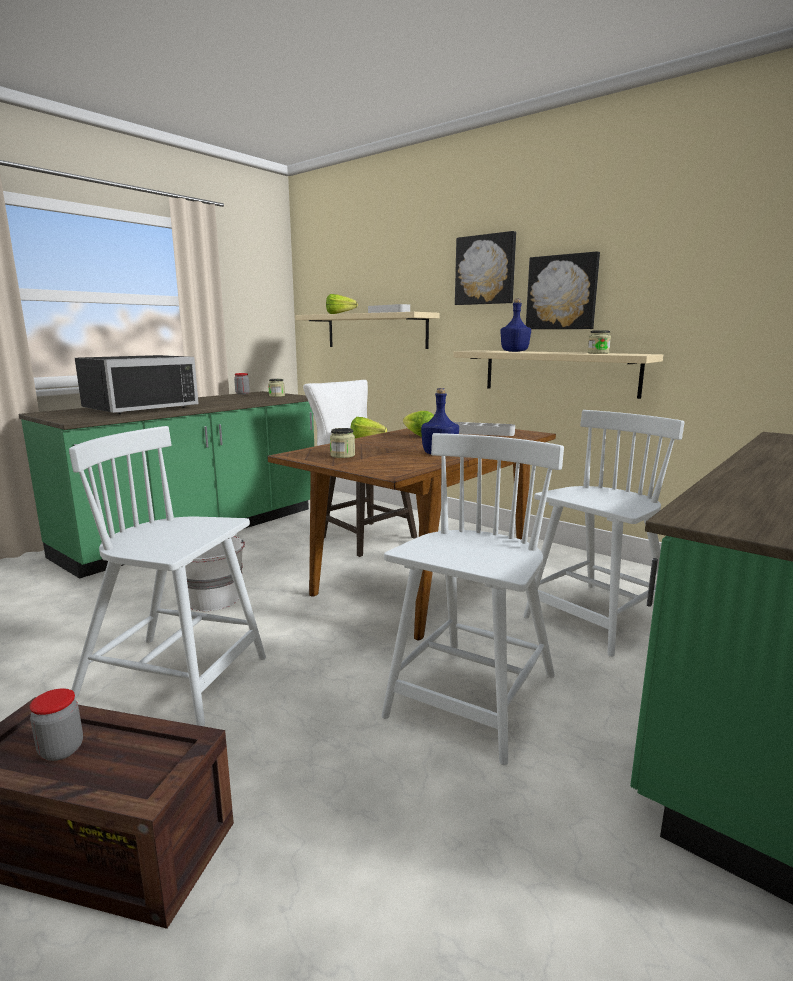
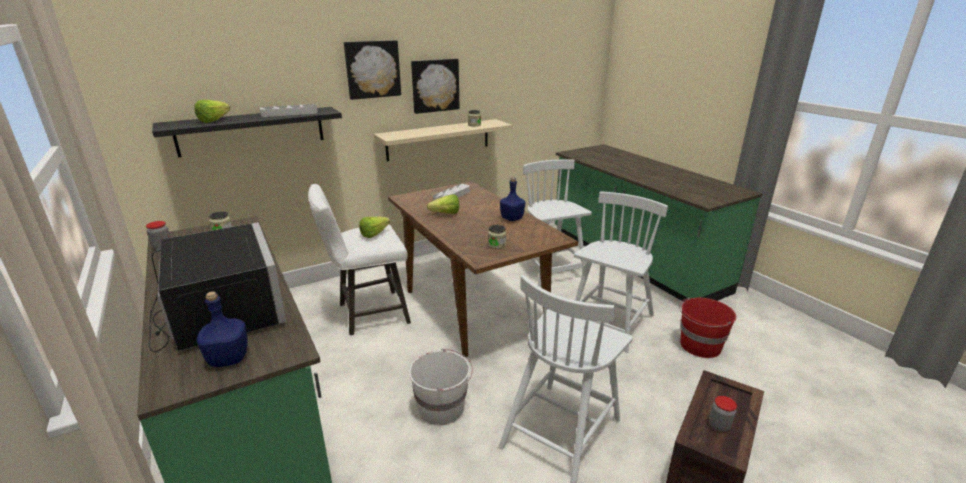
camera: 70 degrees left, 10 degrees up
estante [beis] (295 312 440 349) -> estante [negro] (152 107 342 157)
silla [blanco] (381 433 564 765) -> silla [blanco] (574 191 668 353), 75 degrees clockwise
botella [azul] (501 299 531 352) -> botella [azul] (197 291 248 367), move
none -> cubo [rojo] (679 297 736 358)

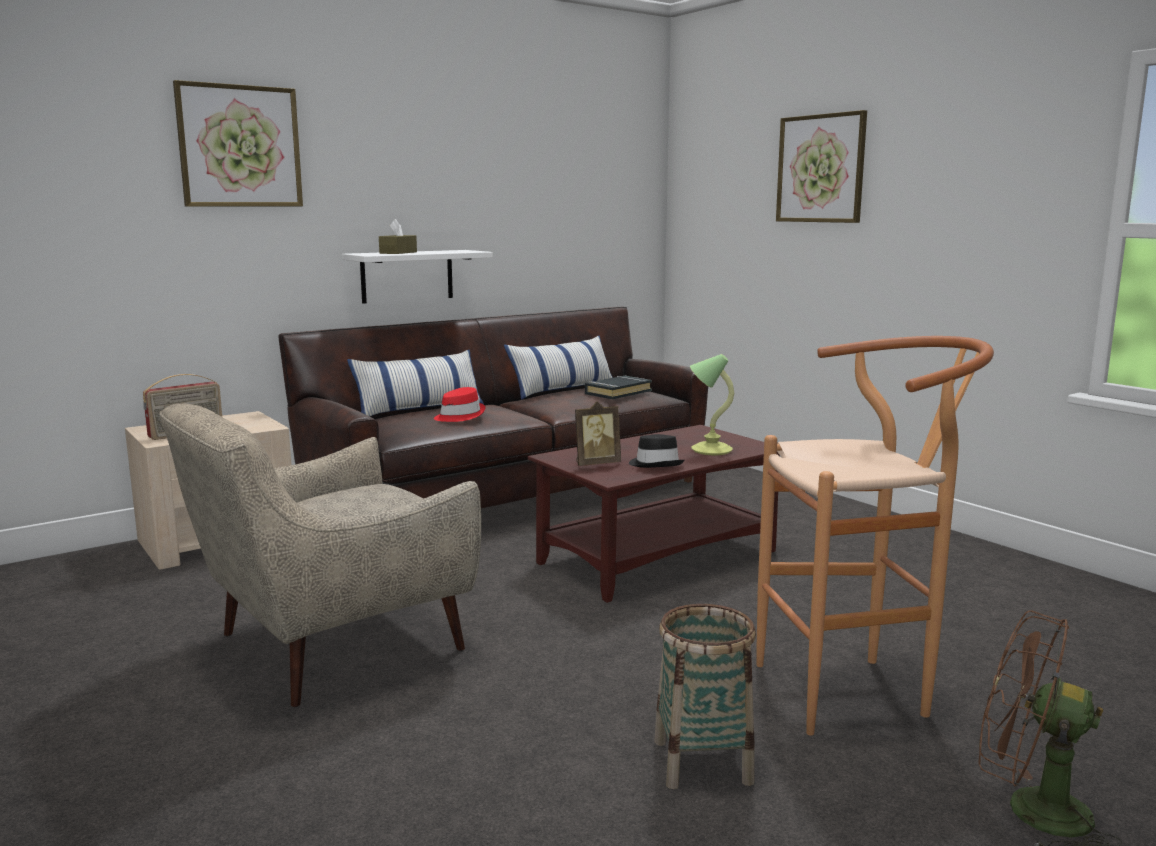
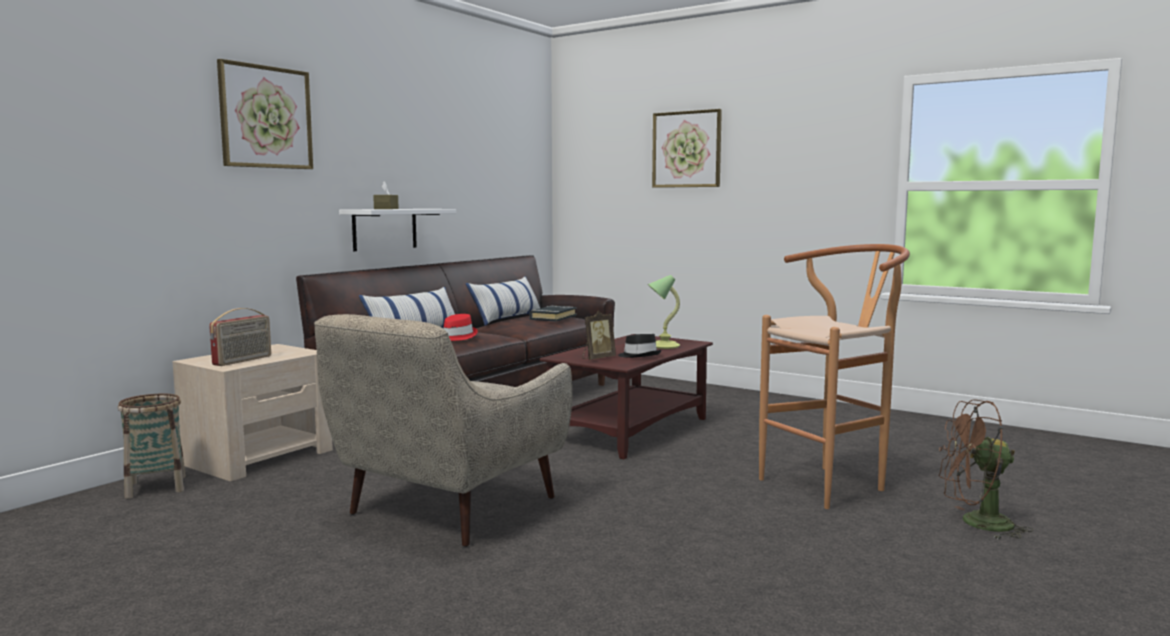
camera: 20 degrees left, 5 degrees down
cesta (654 604 756 789) -> cesta (118 393 186 499), move

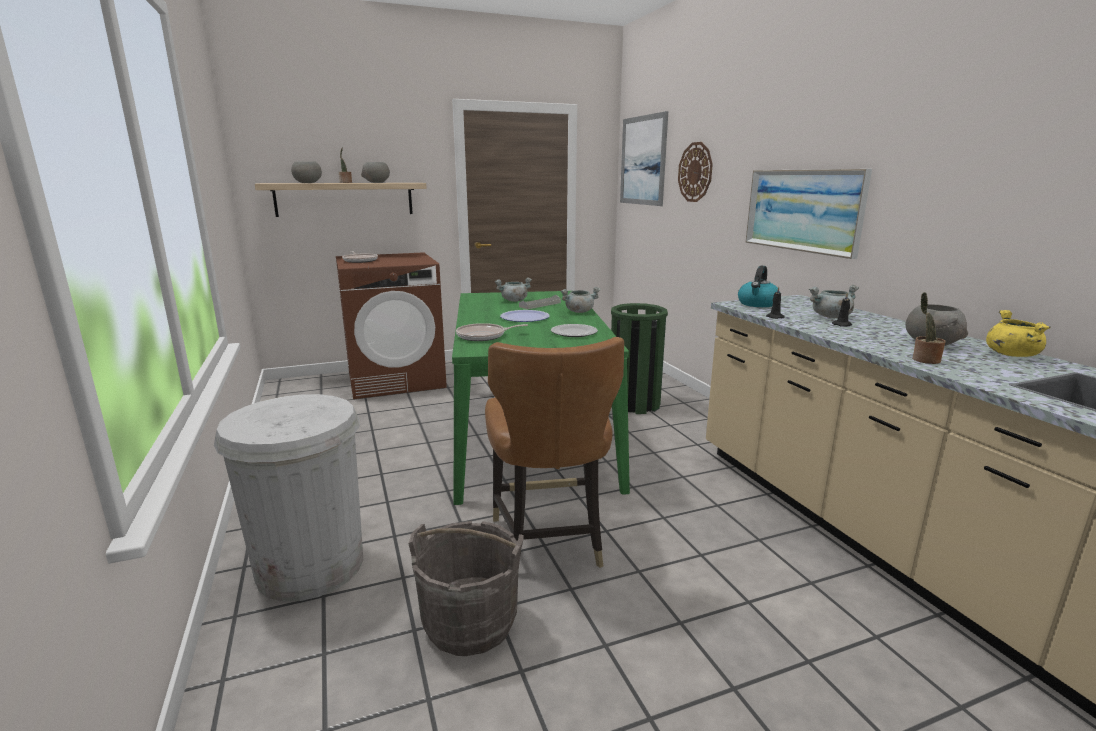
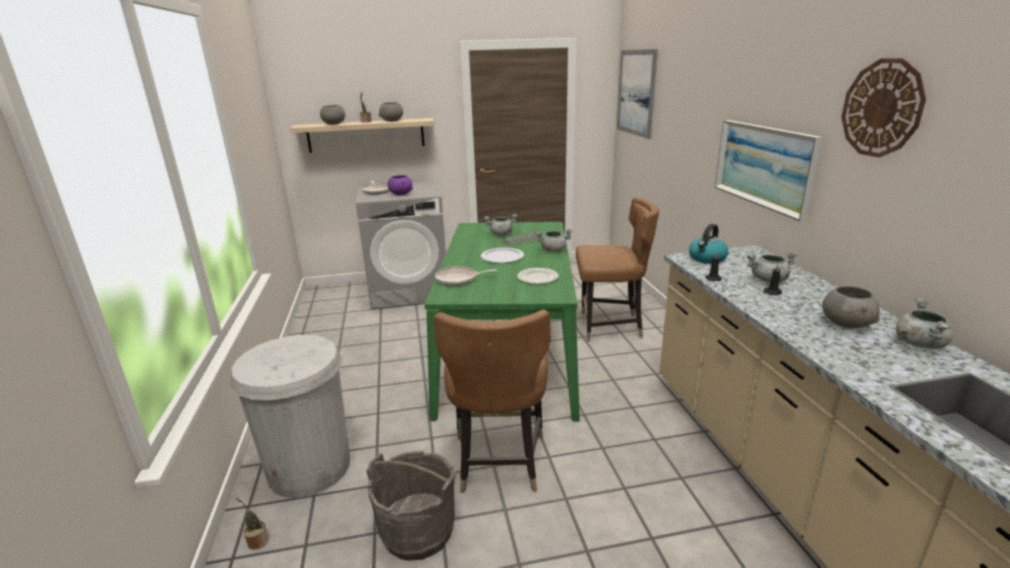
camera: 10 degrees right, 5 degrees up
lavadora [marrón] (336 252 447 399) -> lavadora [gris] (356 179 446 310)
papelera [verde] (611 303 668 414) -> silla [marrón] (576 198 659 342)
reloj de pared (678 142 713 202) -> reloj de pared (841 59 926 158), move
planta en maceta (912 292 945 364) -> planta en maceta (236 498 269 550), move
olla [amarillo] (986 310 1051 357) -> olla [gris] (896 298 953 349)
none -> cuenco [morado] (388 175 413 195)

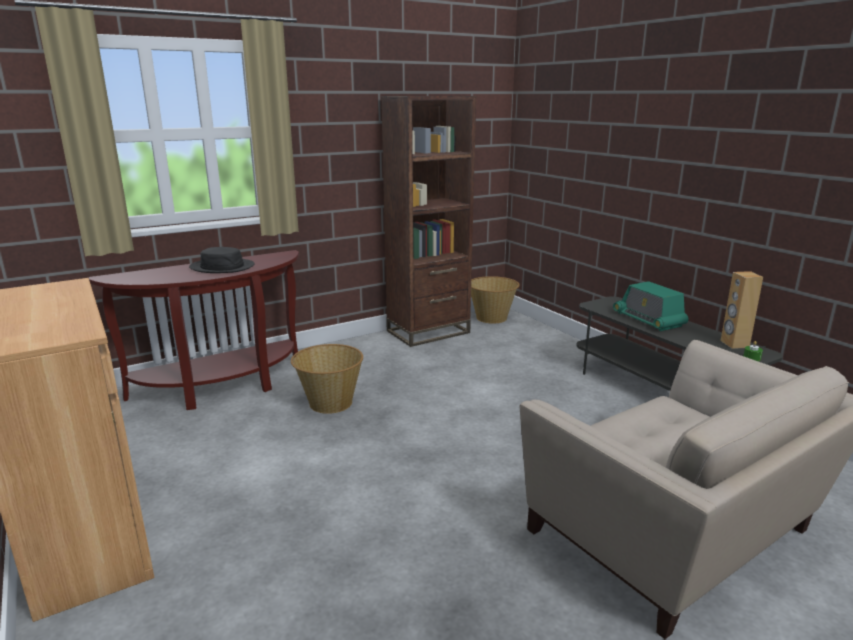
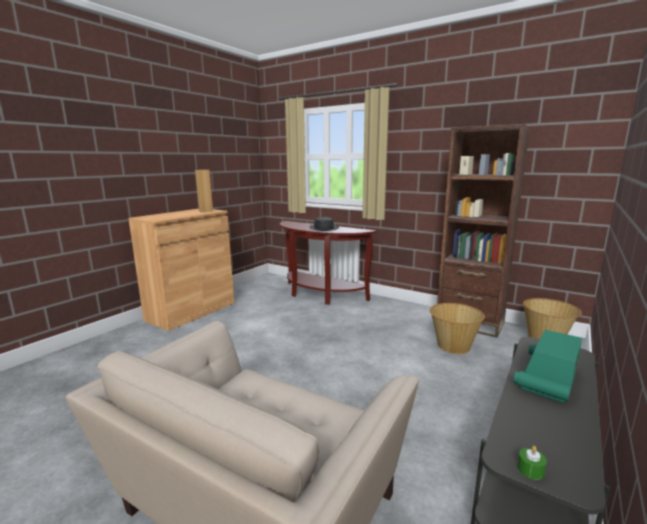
camera: 65 degrees right, 5 degrees down
cesta (291 344 363 414) -> cesta (430 303 485 354), move
altavoz [marrón] (720 271 763 349) -> altavoz [marrón] (195 170 213 212), move

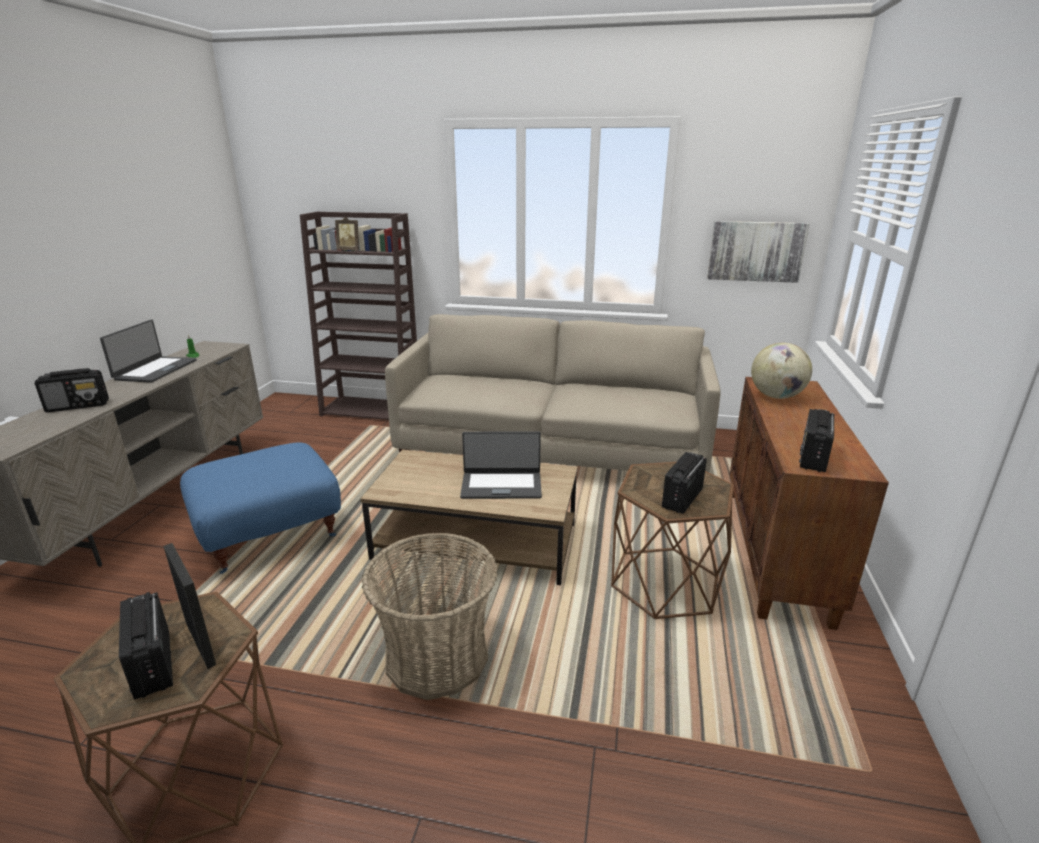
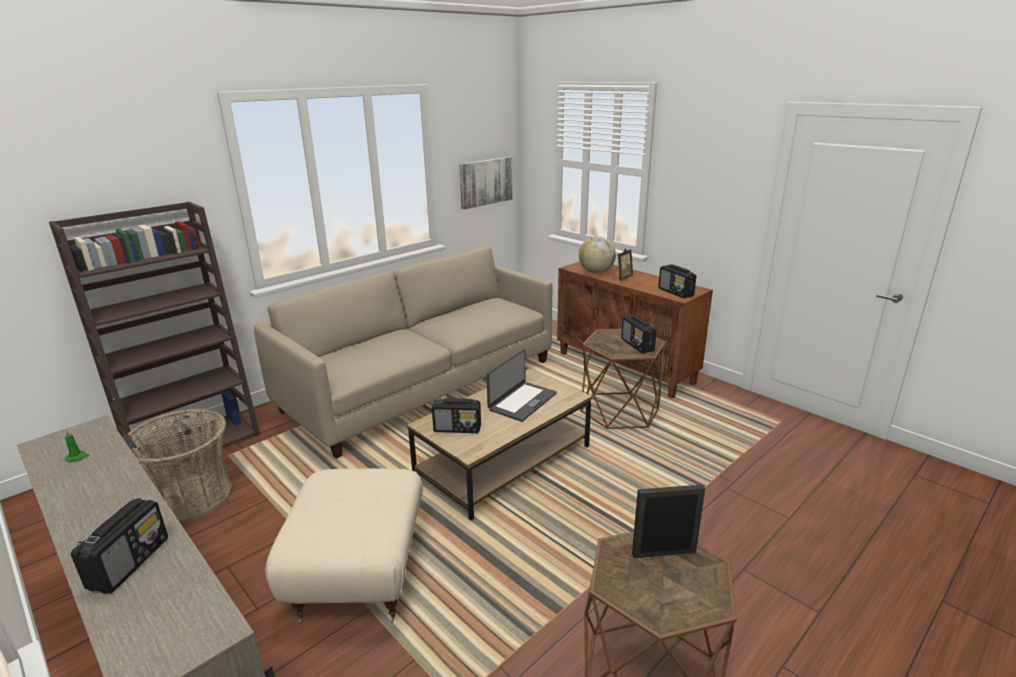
camera: 55 degrees left, 0 degrees up
portátil (100 320 196 383) -> none
radio (119 592 173 700) -> radio (432 398 481 433), move
puf [azul] (180 442 341 574) -> puf [beis] (265 468 423 623)
portarretratos (335 217 359 250) -> portarretratos (613 249 633 281), move
cesta (362 533 498 700) -> cesta (128 409 233 523), move

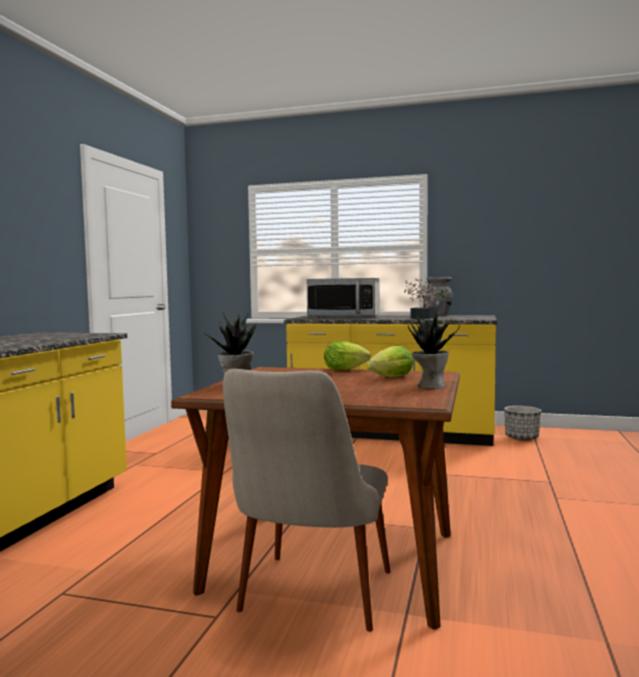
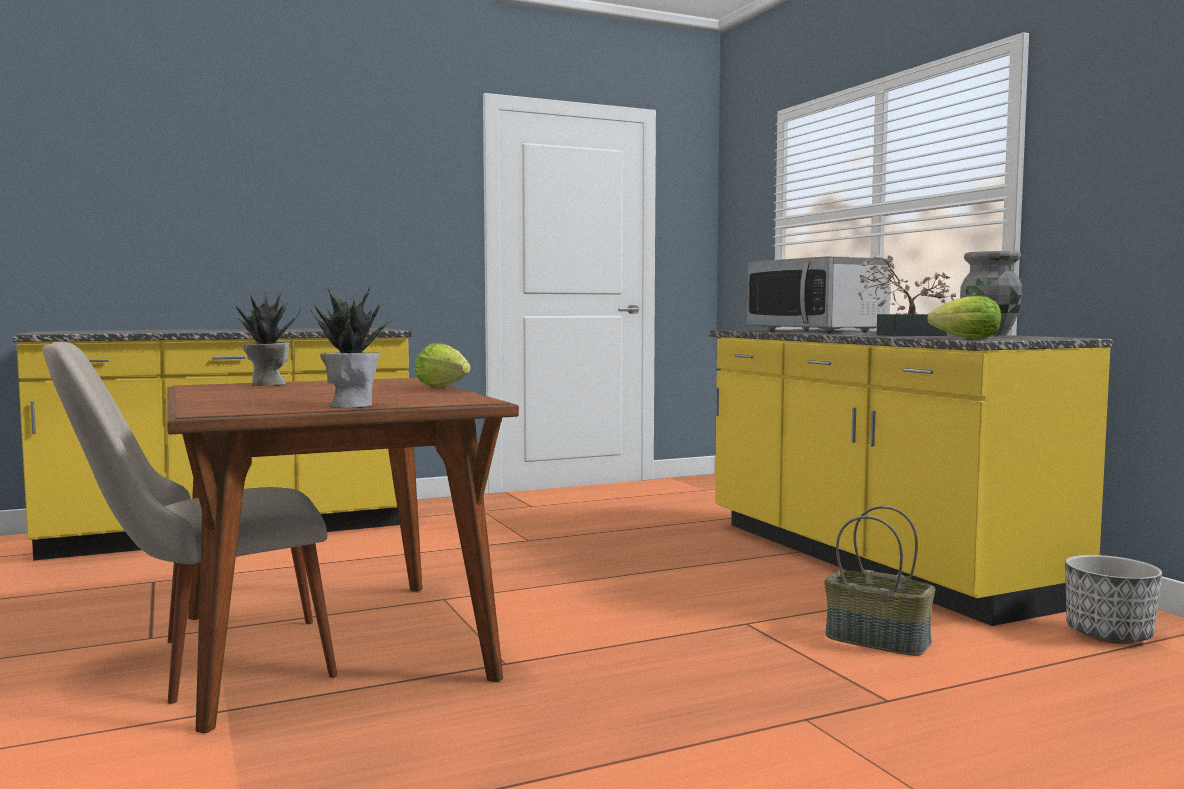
camera: 50 degrees right, 0 degrees up
lechuga (367 346 413 377) -> lechuga (927 296 1001 339), move
none -> cesta (824 506 935 656)

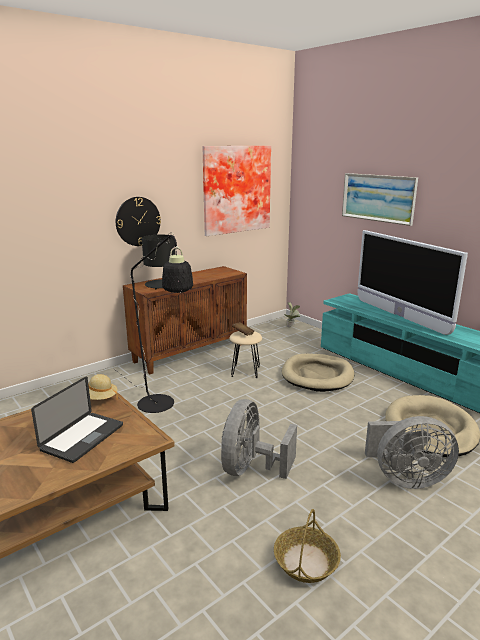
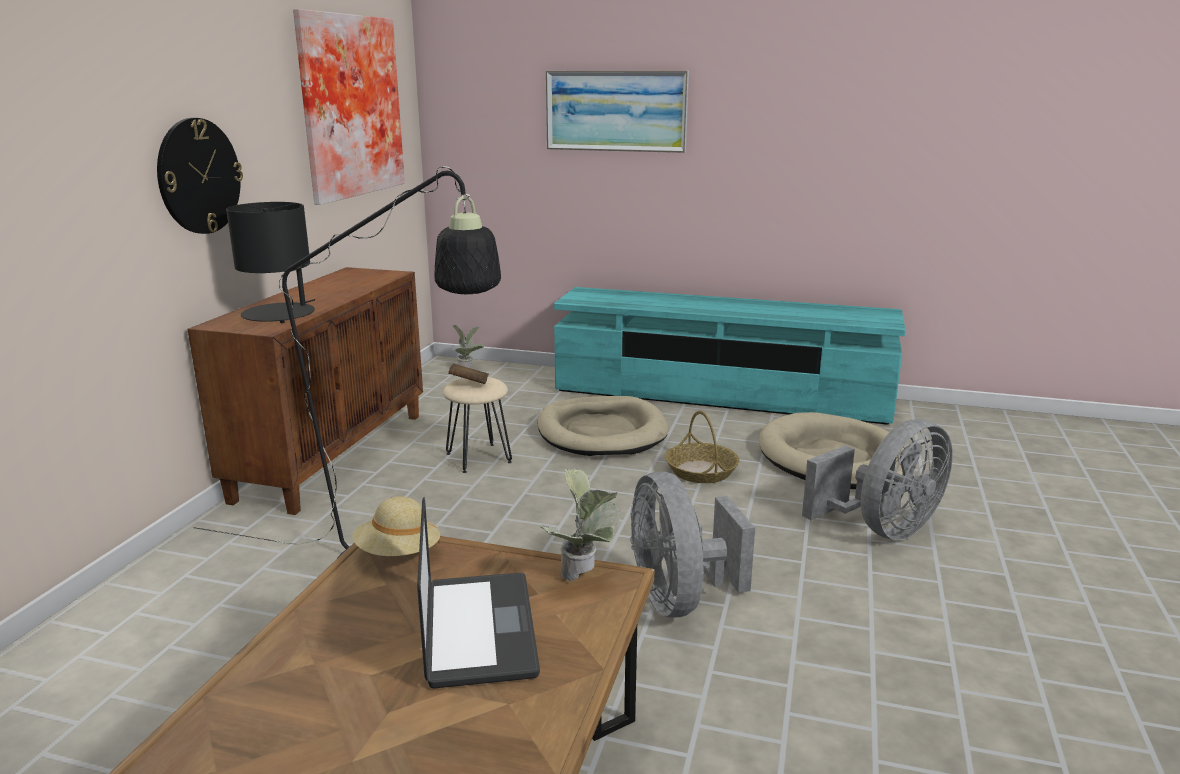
camera: 35 degrees left, 0 degrees up
cesta (274 509 341 583) -> cesta (665 411 739 483), move
televisor (357 230 468 335) -> none
none -> planta en maceta (539 468 621 581)

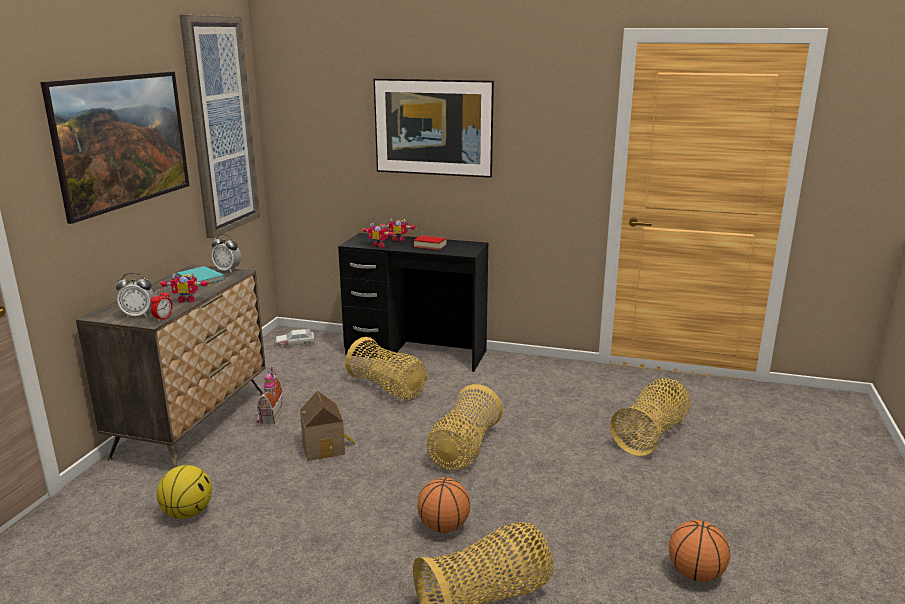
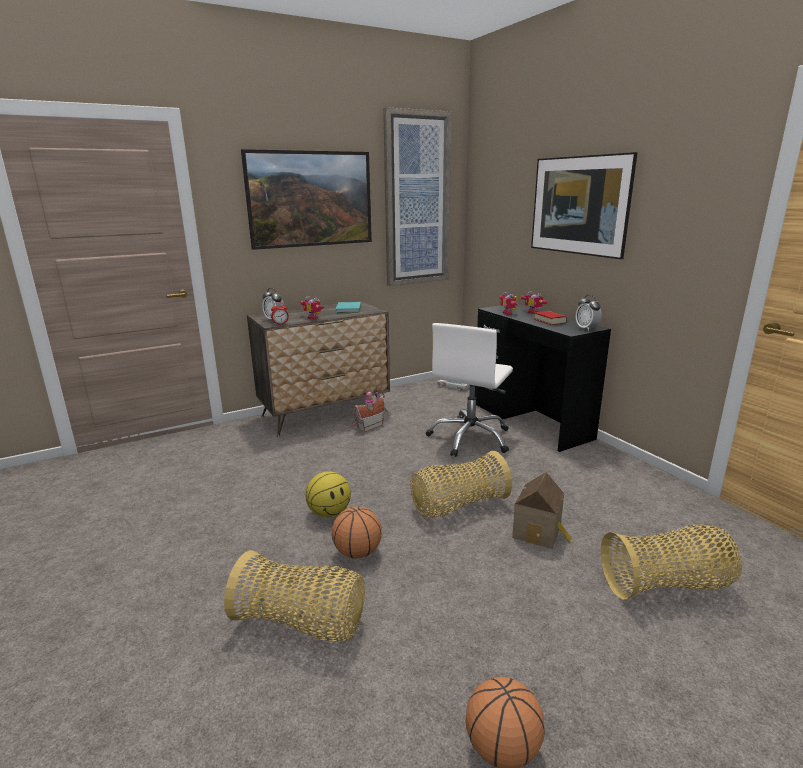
camera: 45 degrees right, 0 degrees up
balón de baloncesto (157 465 212 519) -> balón de baloncesto (305 471 351 517), move
despertador (212 234 241 273) -> despertador (576 295 602 331), move
casita (300 390 355 461) -> casita (512 472 572 549), move
cesta (345 337 427 399) -> silla de oficina [blanco] (426 323 513 457)

